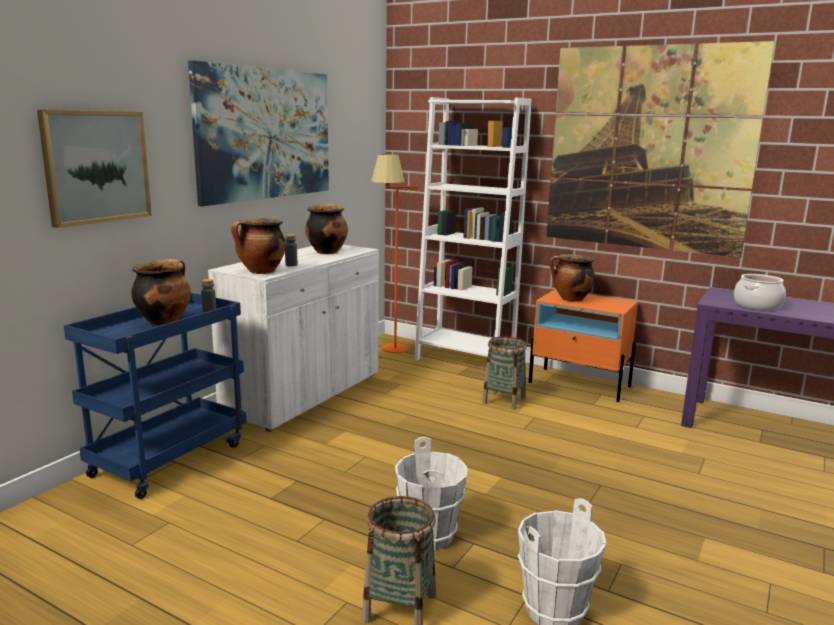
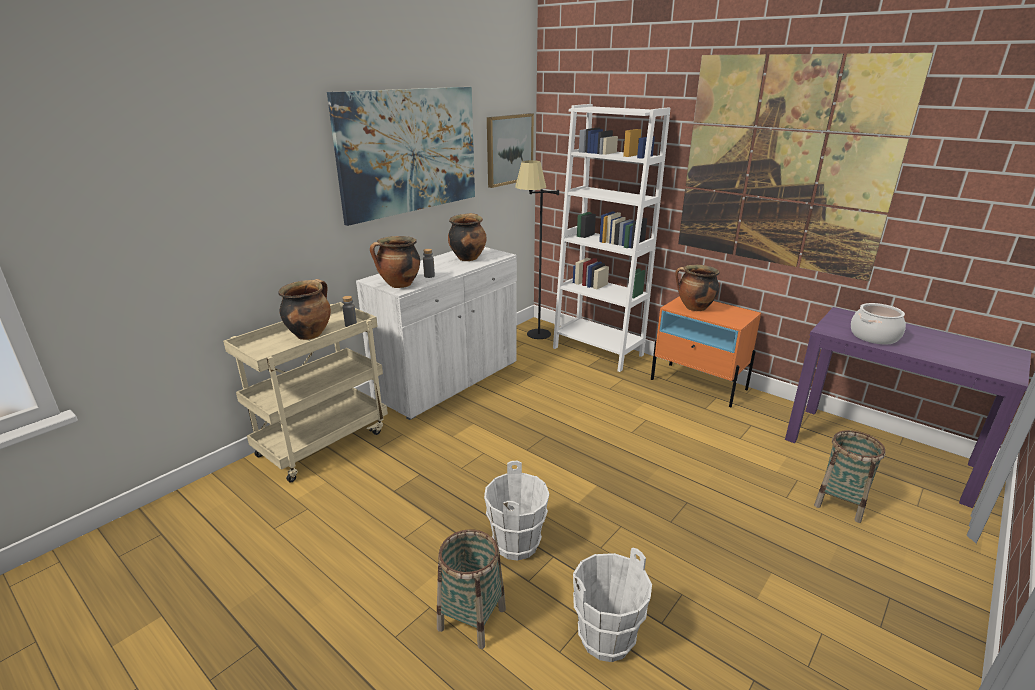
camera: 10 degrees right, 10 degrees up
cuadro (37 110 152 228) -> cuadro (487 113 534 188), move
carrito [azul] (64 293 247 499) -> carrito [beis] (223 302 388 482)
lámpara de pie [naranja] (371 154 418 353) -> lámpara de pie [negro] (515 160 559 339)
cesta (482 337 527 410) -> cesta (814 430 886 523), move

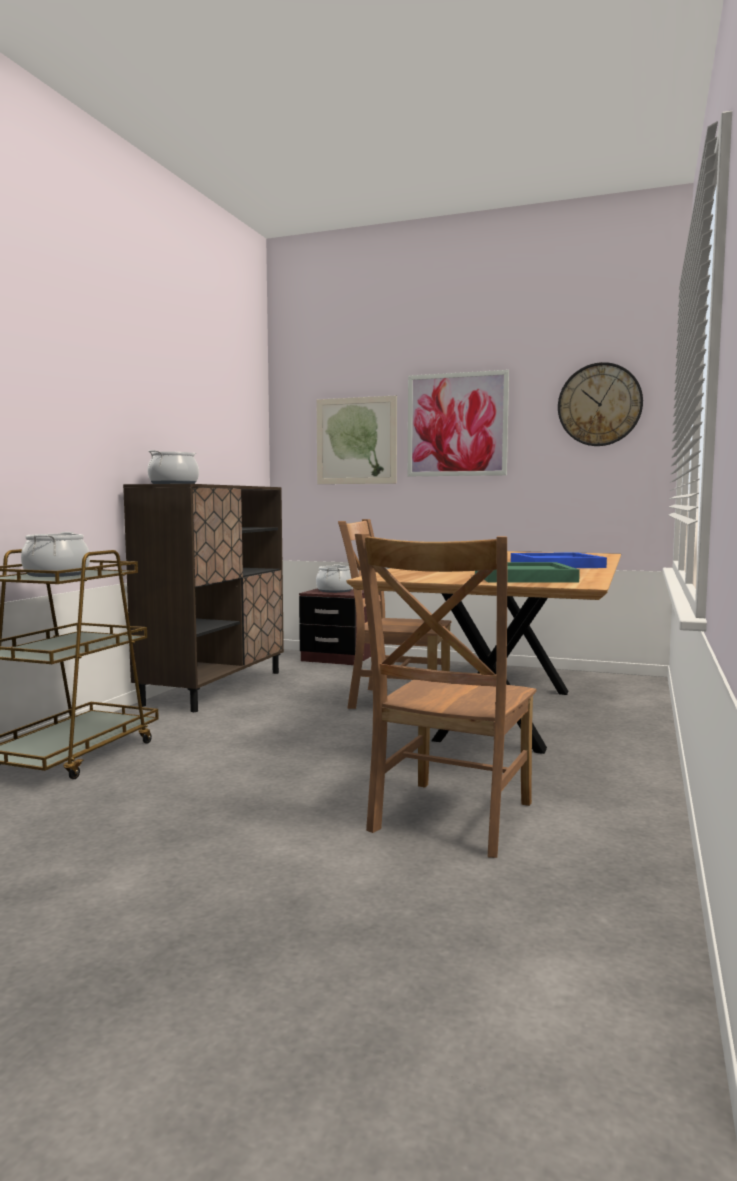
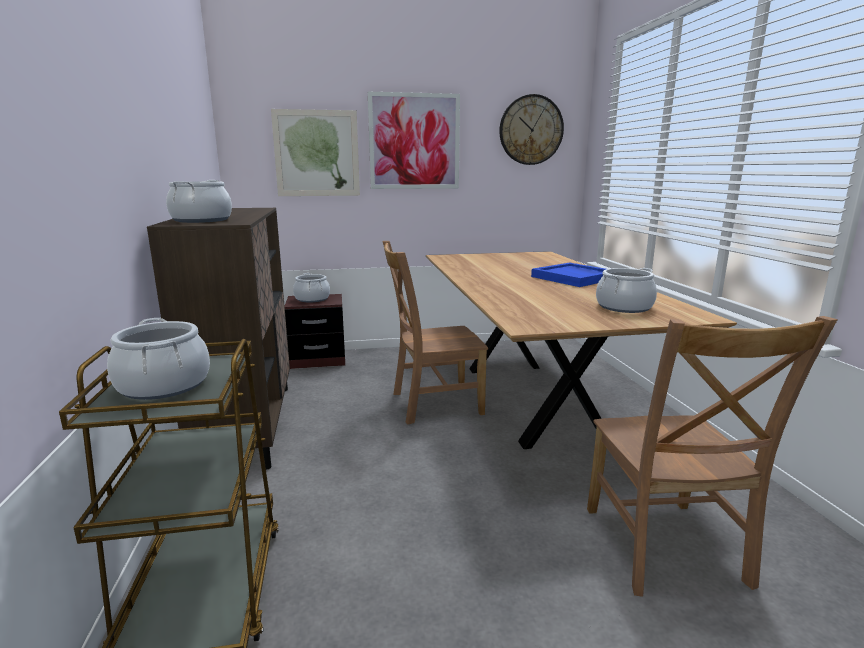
camera: 30 degrees left, 10 degrees up
bandeja [verde] (475 562 580 582) -> olla (596 268 657 313)

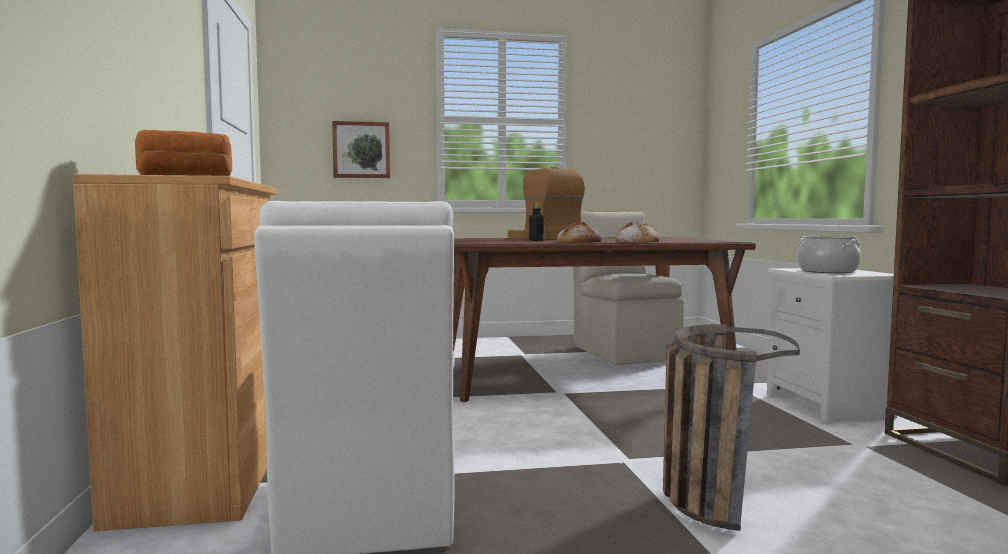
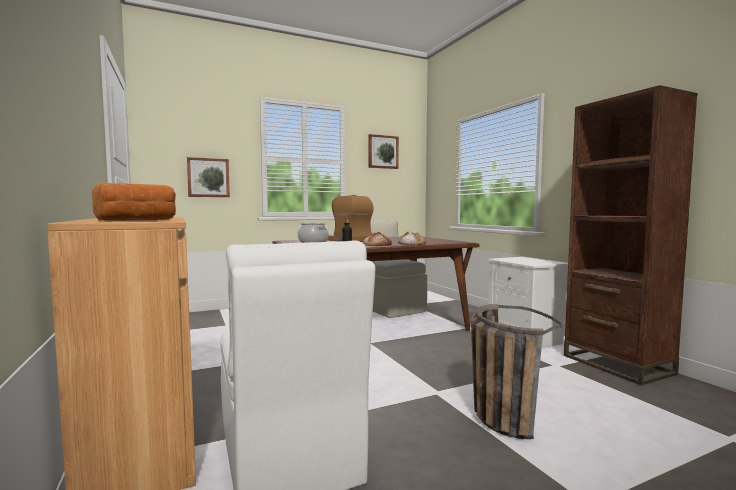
camera: 15 degrees left, 0 degrees up
olla (797 236 861 273) -> olla (298 223 329 243), move
none -> cuadro (368 134 399 169)

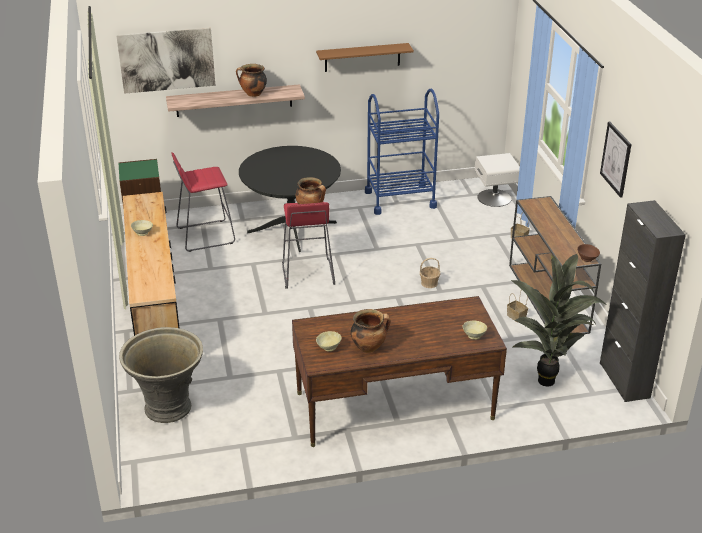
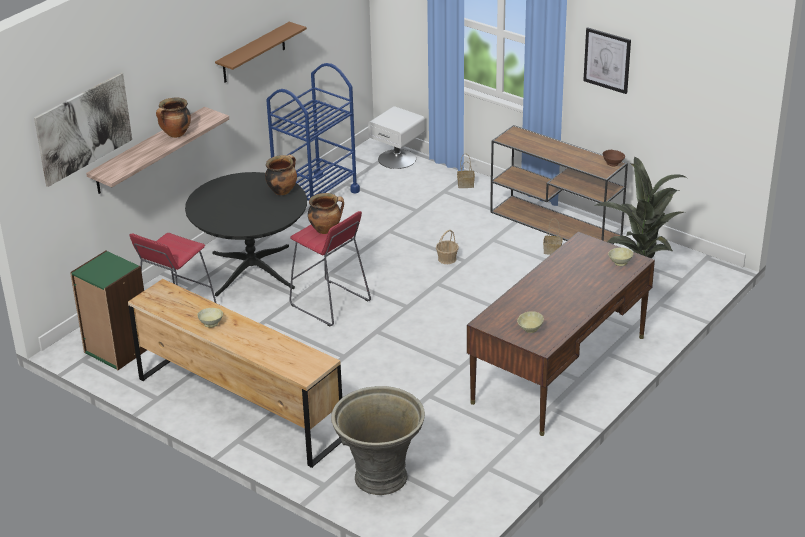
camera: 40 degrees left, 0 degrees up
olla (351 309 391 353) -> olla (265 154 297 195), move
armario [negro] (600 200 686 402) -> none

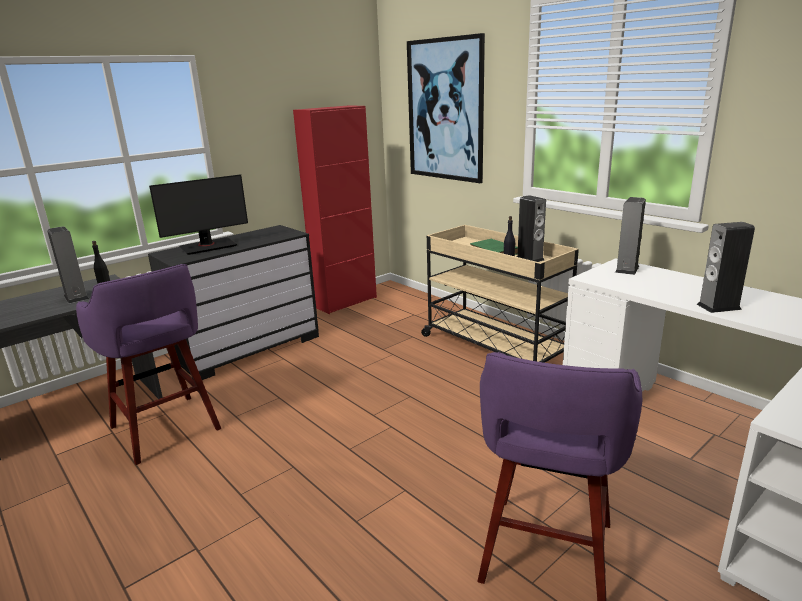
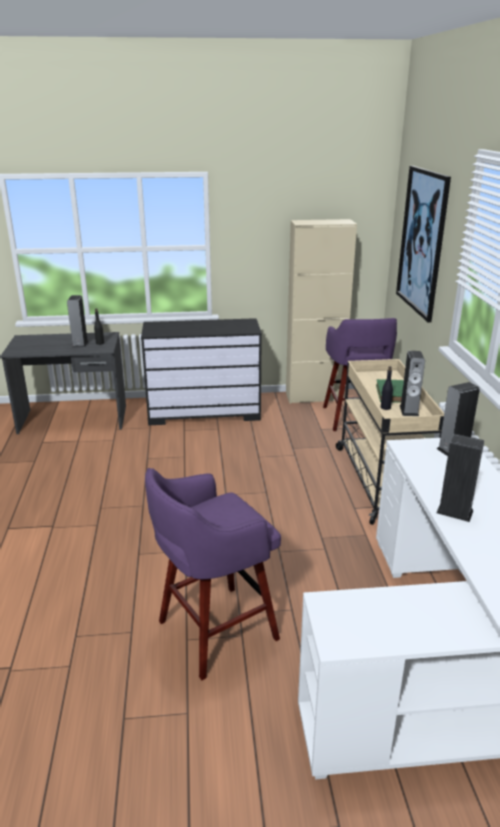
camera: 35 degrees right, 5 degrees up
taburete [morado] (76 264 221 465) -> taburete [morado] (323 318 397 431), move
monitor (149 174 248 255) -> none
armario [rojo] (293 106 377 314) -> armario [beis] (286 219 357 404)

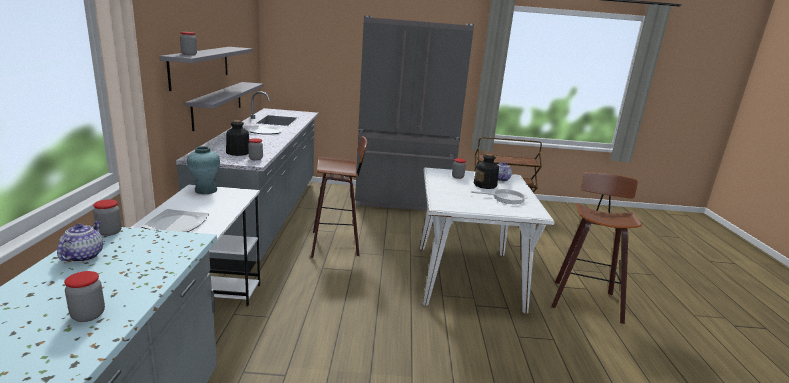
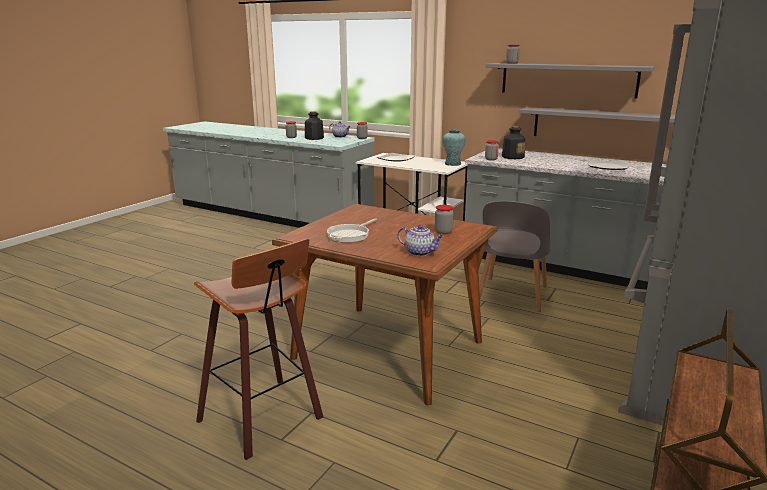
camera: 120 degrees right, 0 degrees up
taburete (311 136 367 258) -> silla [gris] (479 201 551 312)
mesa de comedor [blanco] (420 168 555 314) -> mesa de comedor [marrón] (272 204 498 406)
botella (474 154 499 189) -> botella (305 111 324 140), move

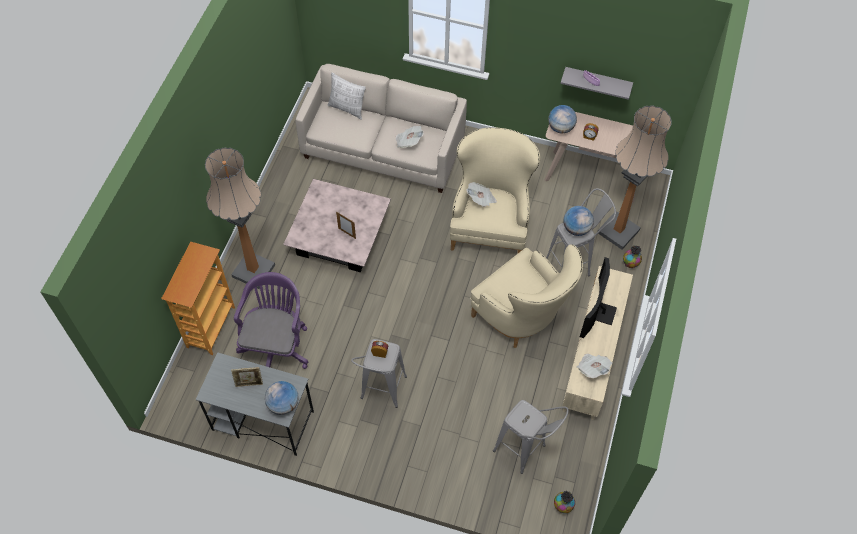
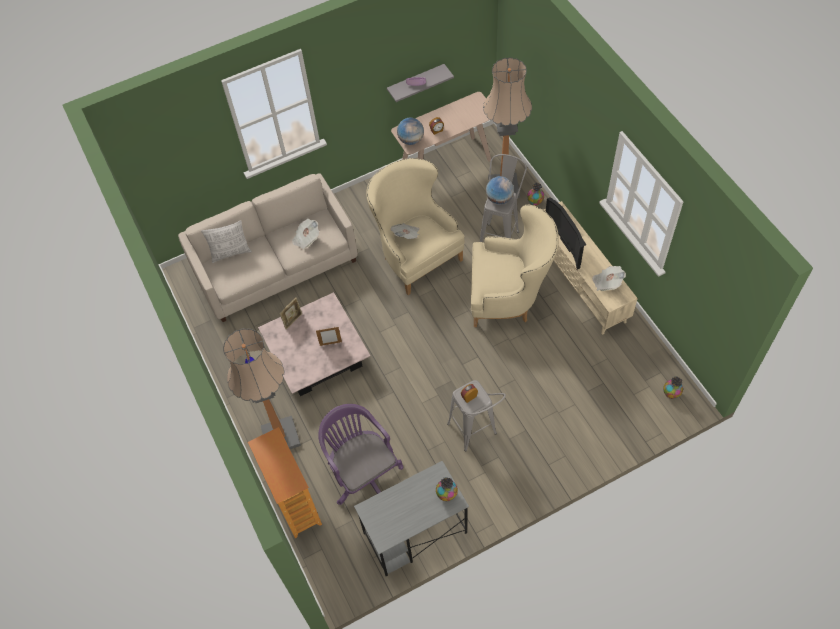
camera: 40 degrees left, 0 degrees up
portarretratos (231 367 263 387) -> portarretratos (280 297 302 330), move
globo terráqueo (265 381 299 415) -> florero (436 477 458 501)
taburete [gris] (493 400 569 474) -> none

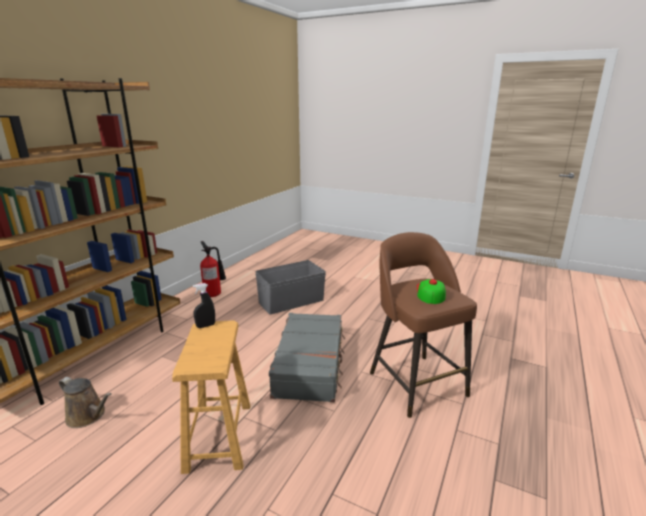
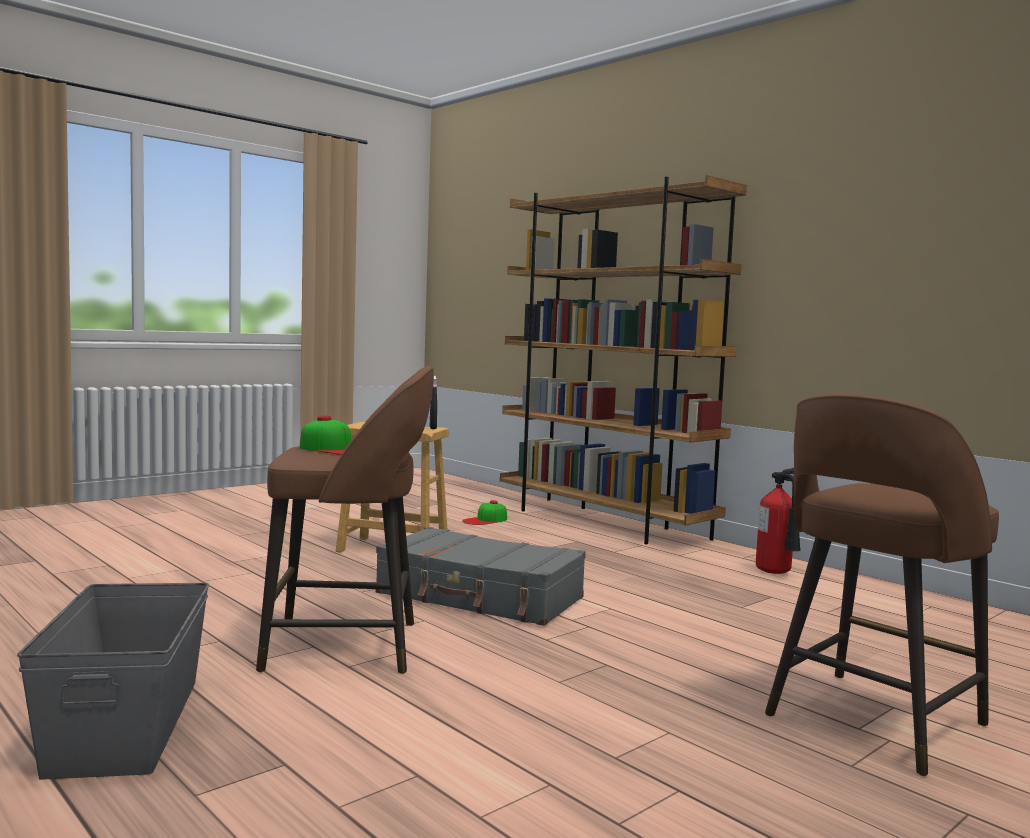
camera: 110 degrees right, 15 degrees down
regadera [marrón] (59 377 112 428) -> gorra (462 500 507 525)
caja de almacenaje [gris] (255 260 326 315) -> caja de almacenaje [gris] (17 583 209 780), move
none -> taburete [marrón] (765 394 999 776)

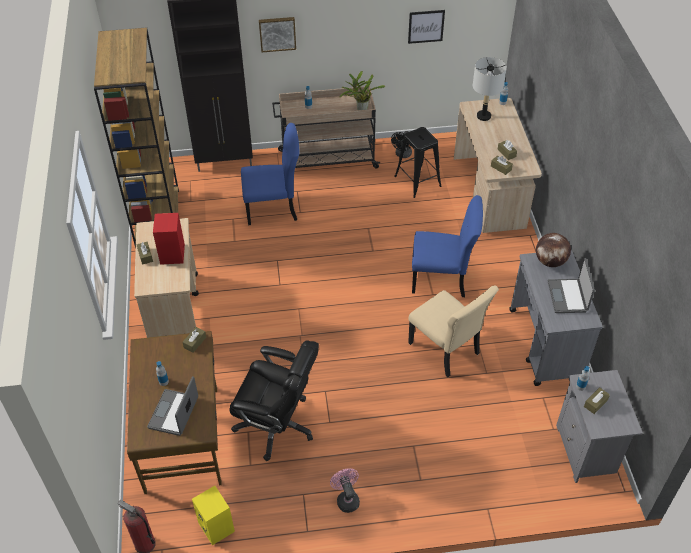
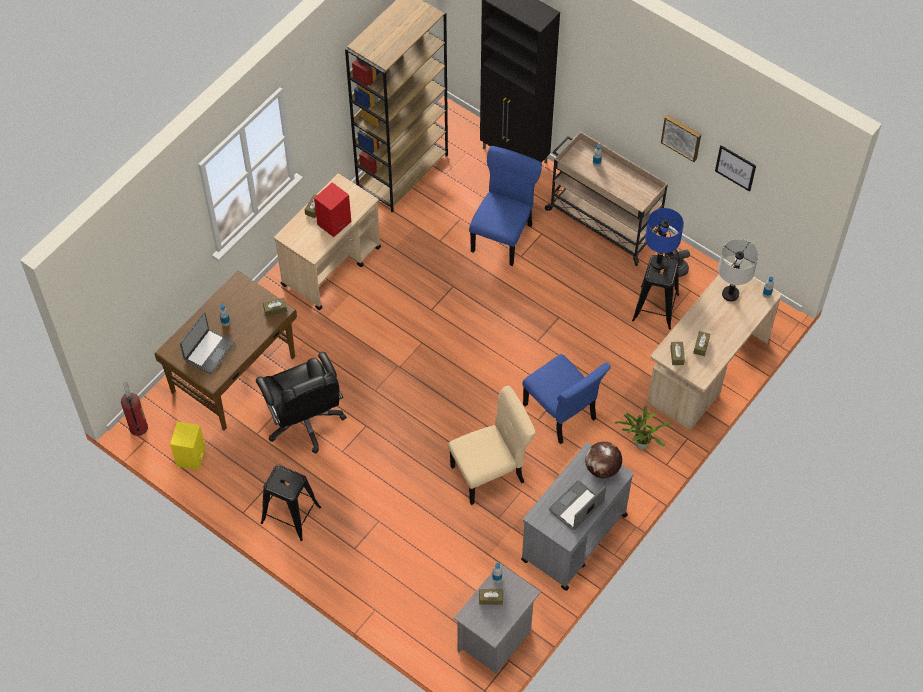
camera: 45 degrees right, 10 degrees up
portátil (147 376 198 436) -> portátil (180 312 235 374), 150 degrees clockwise
silla [azul] (241 123 299 225) -> silla [azul] (469 146 542 266), 105 degrees counterclockwise
cuadro (259 17 296 52) -> cuadro (661 115 701 162), move
ventilador [rosa] (330 468 360 513) -> taburete [negro] (261 465 321 541)
planta en maceta (339 71 385 110) -> planta en maceta (615 406 672 450), move
silla [beis] (408 285 499 377) -> silla [beis] (448 386 536 505), 120 degrees counterclockwise
none -> lámpara de mesa [azul] (645 208 684 270)

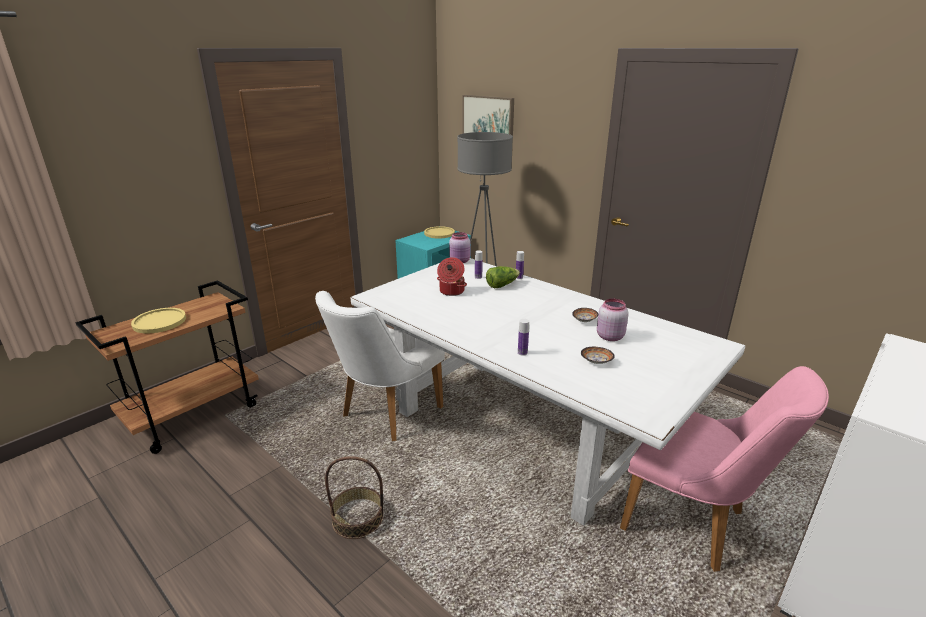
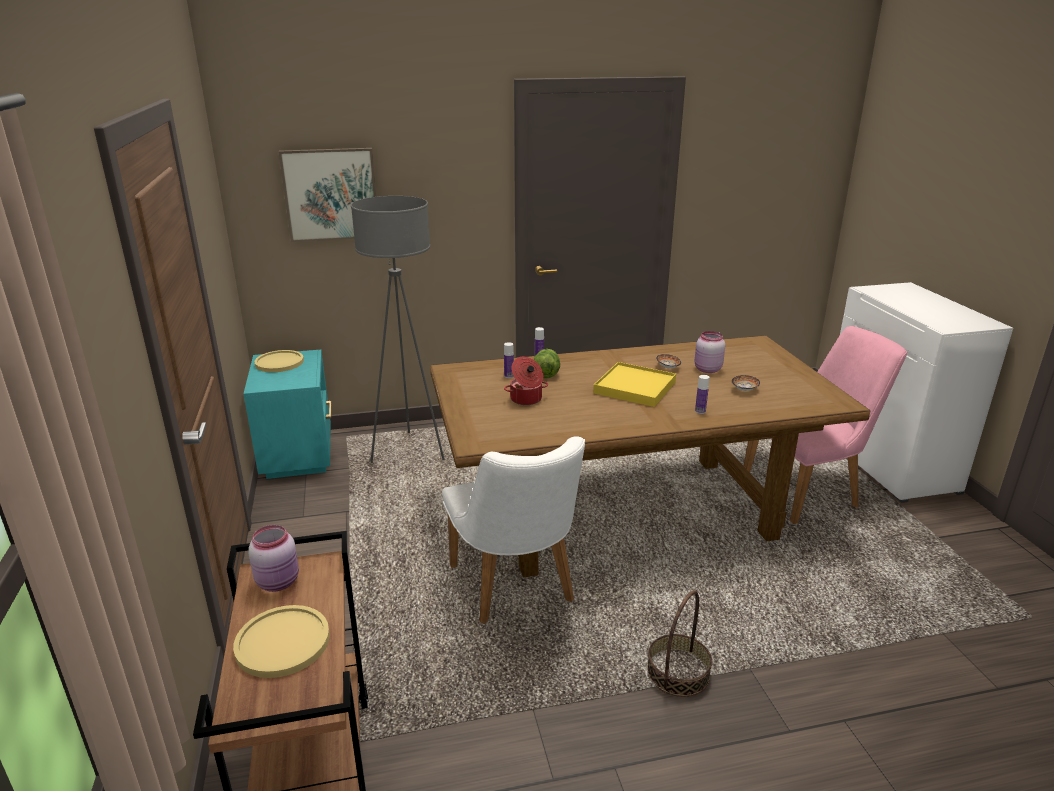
camera: 55 degrees left, 0 degrees up
mesa de comedor [blanco] (351 258 745 526) -> mesa de comedor [marrón] (430 335 870 577)
tarro [rosa] (449 232 471 263) -> tarro [rosa] (248 525 299 592), move
none -> bandeja [amarillo] (593 362 676 407)

